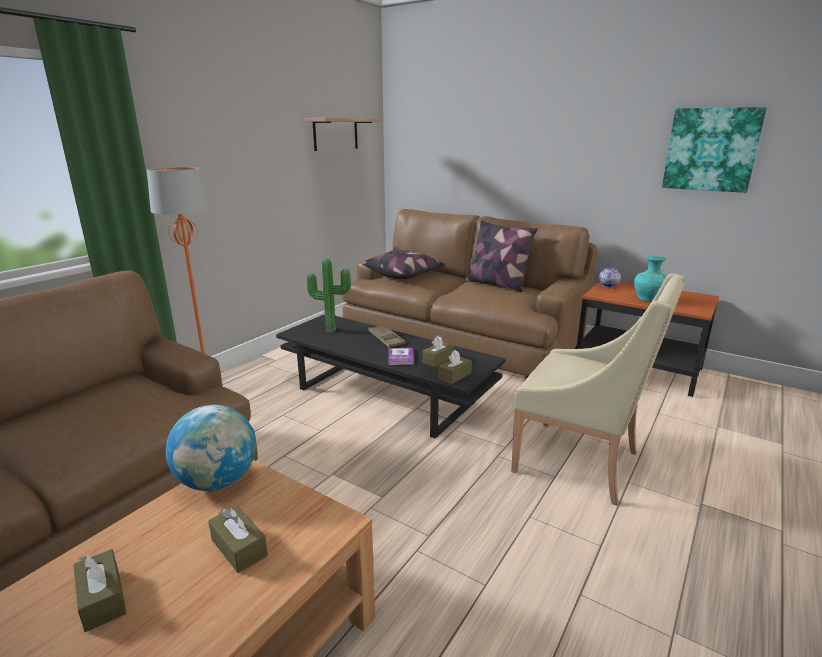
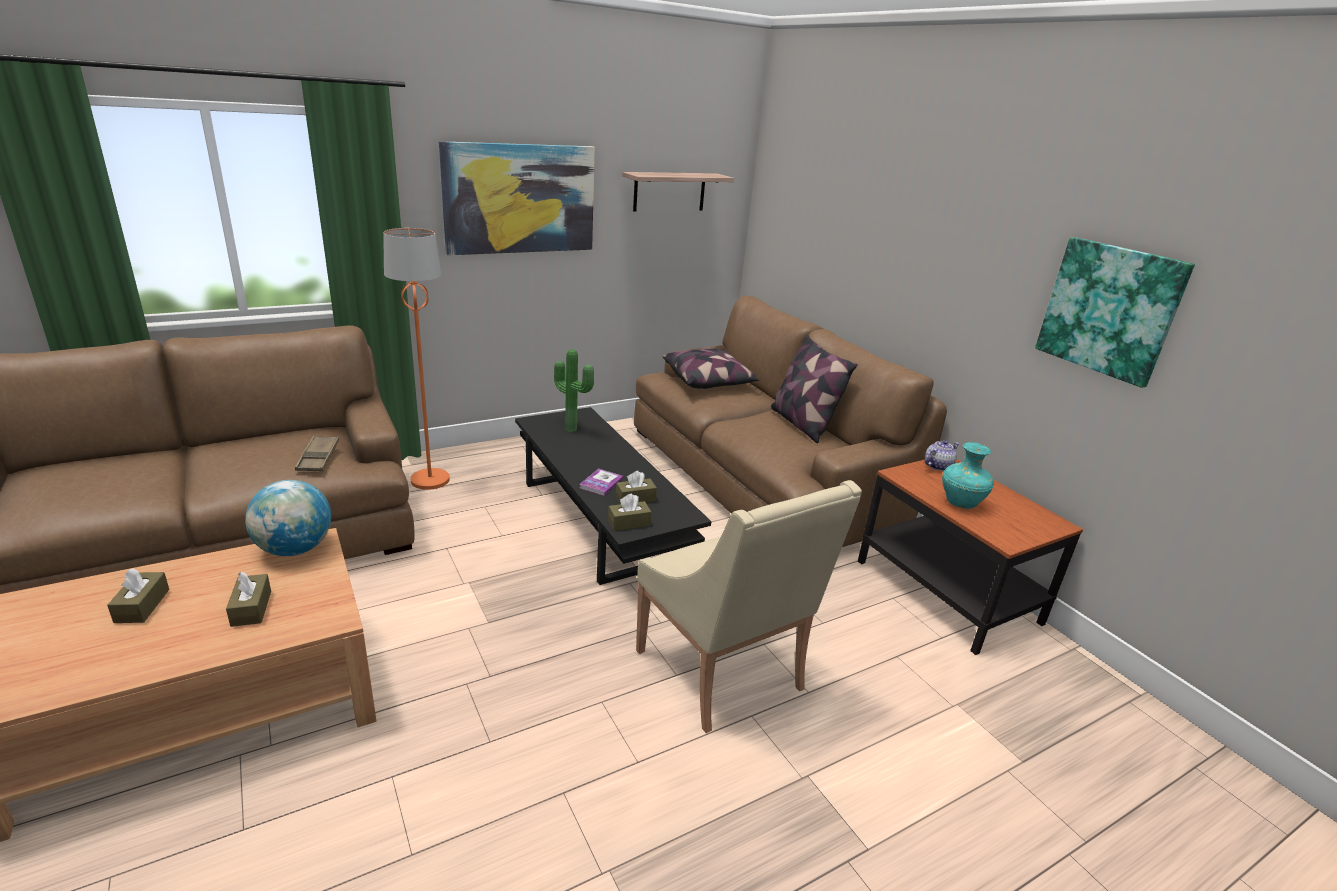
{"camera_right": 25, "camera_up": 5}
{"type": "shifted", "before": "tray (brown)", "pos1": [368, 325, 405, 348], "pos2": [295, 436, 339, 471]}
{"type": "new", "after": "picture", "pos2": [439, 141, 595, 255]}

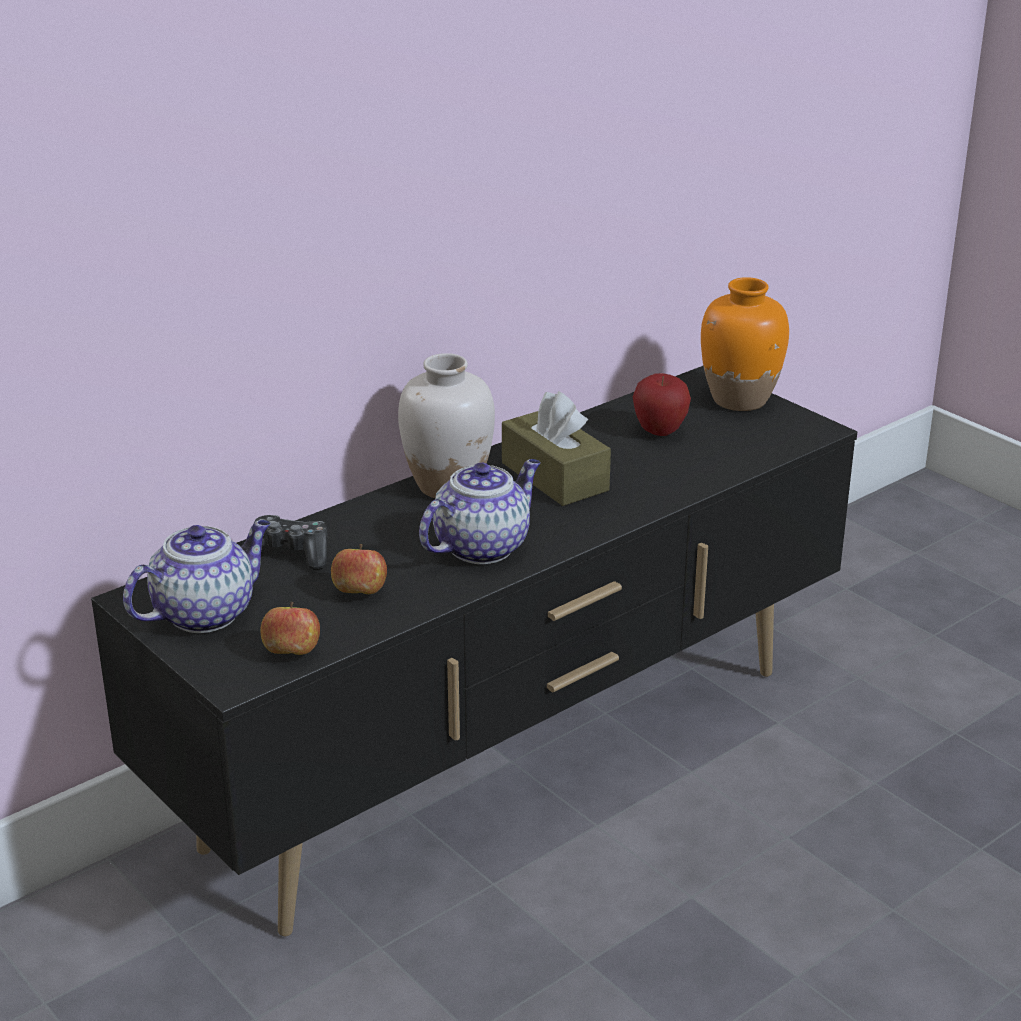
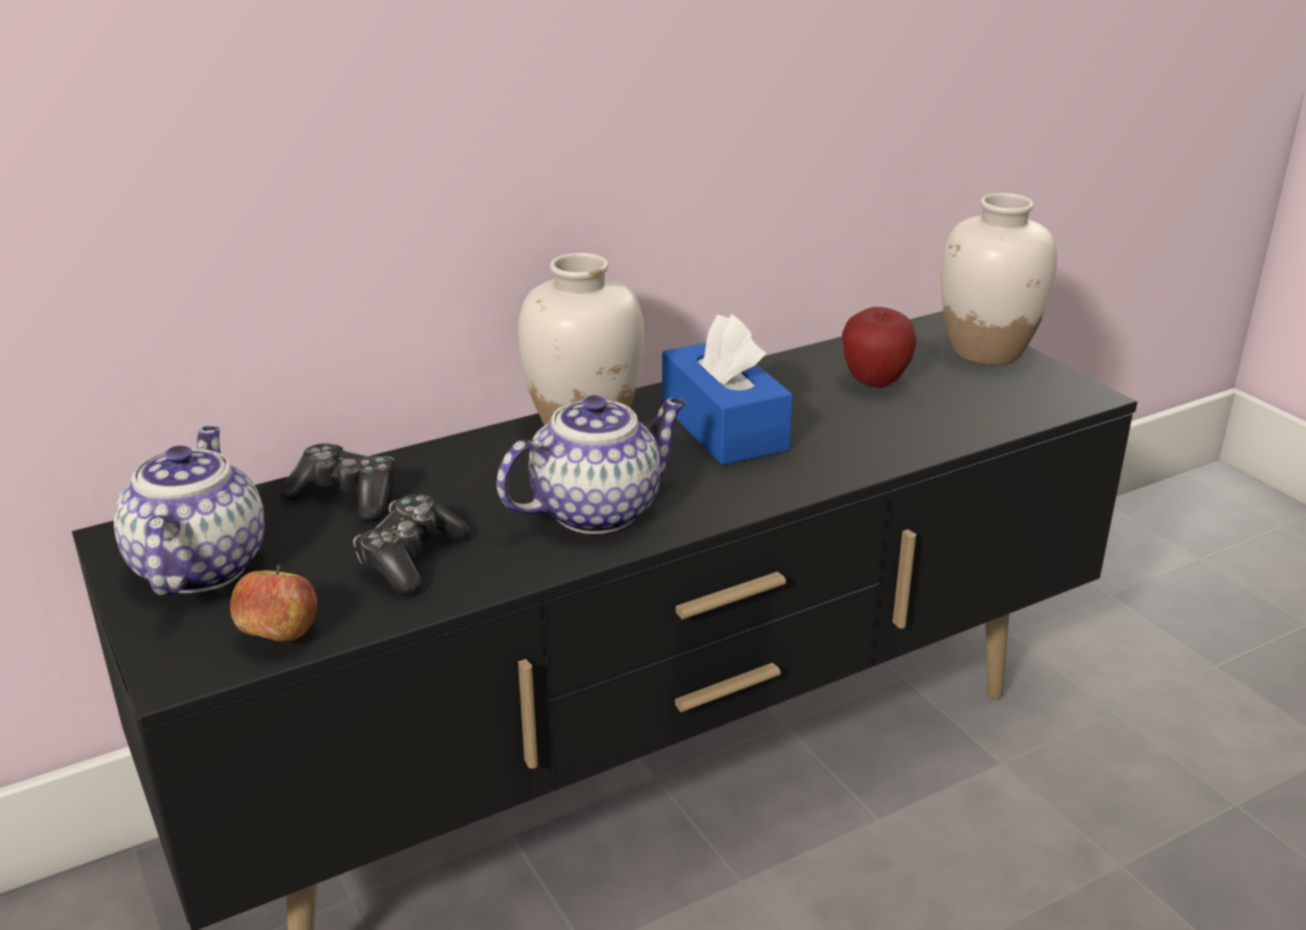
{"camera_right": 10, "camera_up": 0}
{"type": "rotated", "before": "teapot", "pos1": [123, 520, 271, 633], "pos2": [114, 426, 264, 597], "turn": -60}
{"type": "swapped", "before": "apple", "after": "game controller", "pos1": [331, 544, 387, 594], "pos2": [353, 494, 470, 595]}
{"type": "repainted", "before": "tissue box (brown)", "after": "tissue box (blue)", "pos1": [502, 391, 611, 506], "pos2": [662, 314, 793, 465]}
{"type": "repainted", "before": "vase (orange)", "after": "vase (white)", "pos1": [701, 277, 789, 411], "pos2": [941, 193, 1057, 365]}

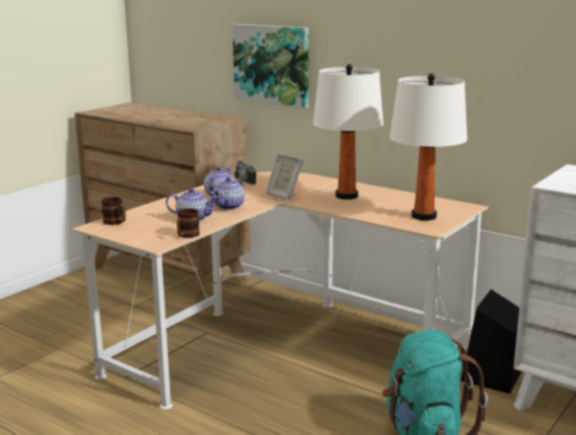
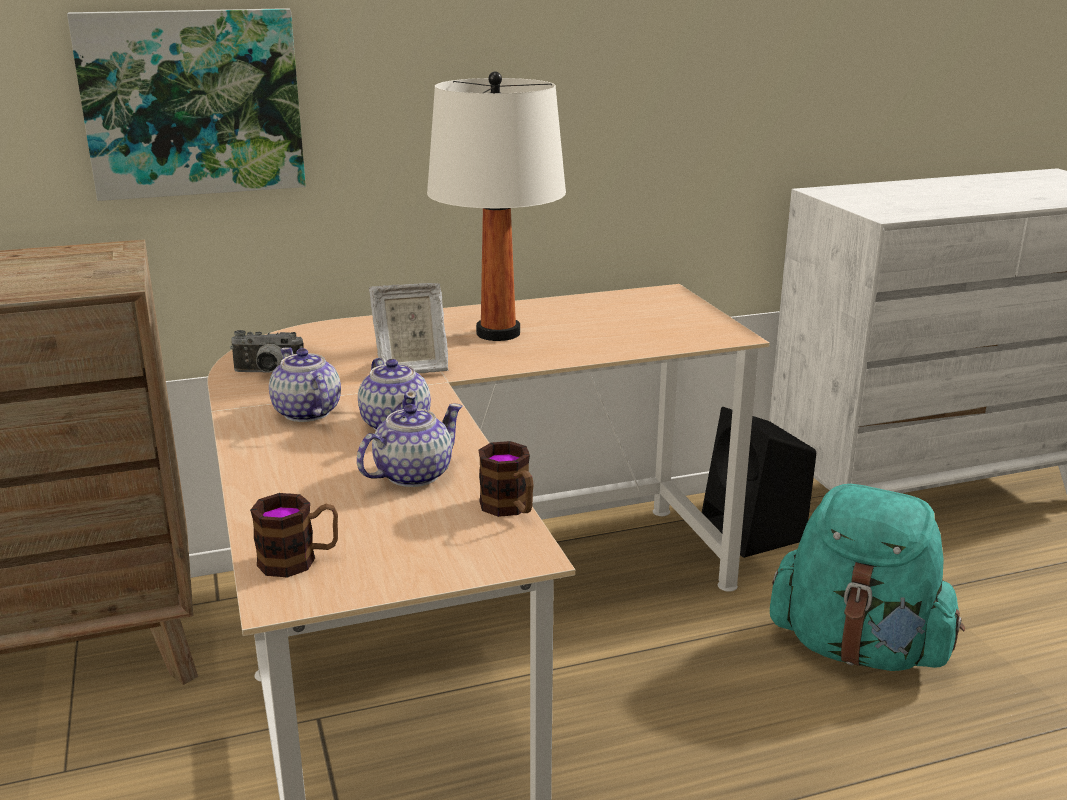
{"camera_right": -55, "camera_up": 5}
{"type": "gone", "before": "table lamp (white)", "pos1": [389, 73, 467, 220]}

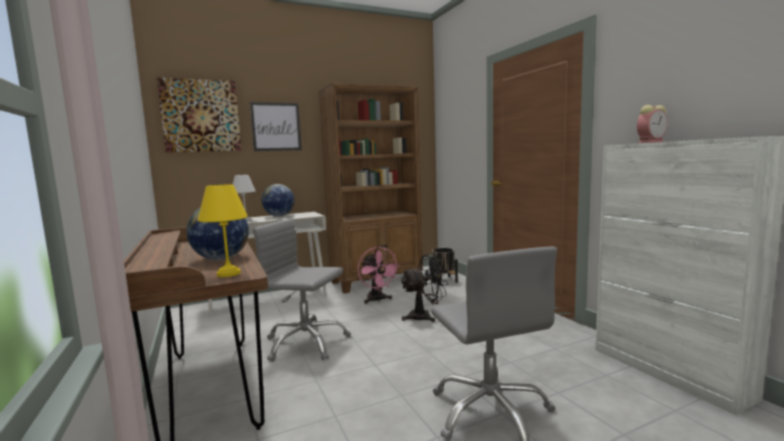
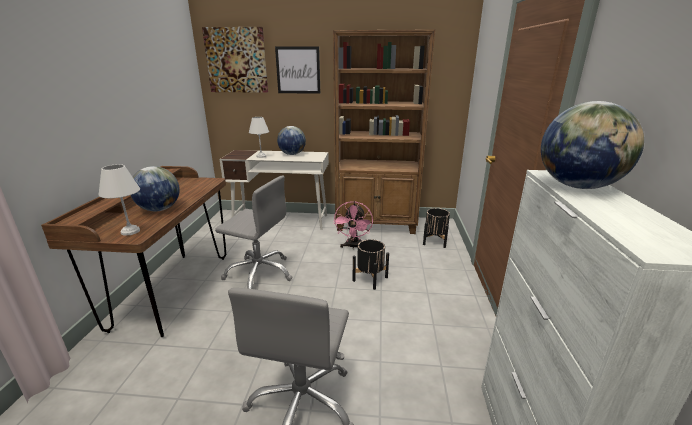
{"camera_right": 30, "camera_up": 15}
{"type": "repainted", "before": "table lamp (yellow)", "after": "table lamp (white)", "pos1": [198, 184, 248, 277], "pos2": [99, 164, 140, 236]}
{"type": "rotated", "before": "office chair (grey)", "pos1": [253, 219, 351, 362], "pos2": [215, 175, 292, 289], "turn": 150}
{"type": "swapped", "before": "fan (black)", "after": "planter (black)", "pos1": [401, 254, 448, 322], "pos2": [353, 239, 389, 290]}
{"type": "swapped", "before": "alarm clock", "after": "globe", "pos1": [637, 105, 668, 143], "pos2": [541, 101, 644, 189]}

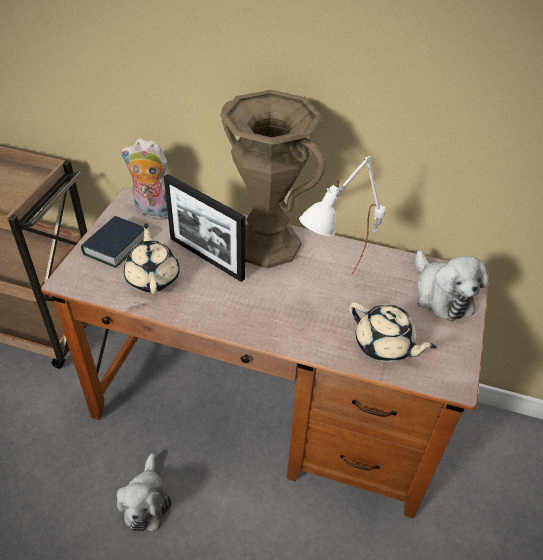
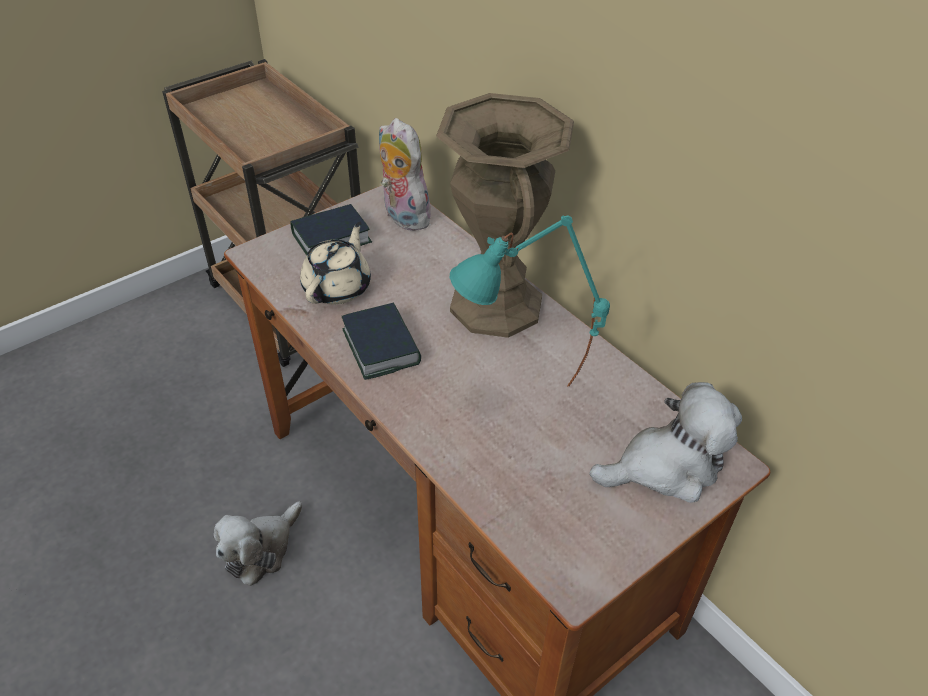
{"camera_right": 35, "camera_up": 0}
{"type": "gone", "before": "picture frame", "pos1": [164, 174, 245, 282]}
{"type": "repainted", "before": "table lamp (white)", "after": "table lamp (turquoise)", "pos1": [299, 156, 386, 275], "pos2": [450, 215, 610, 387]}
{"type": "gone", "before": "teapot (beige)", "pos1": [349, 302, 437, 362]}
{"type": "rotated", "before": "plush toy", "pos1": [415, 250, 489, 321], "pos2": [589, 382, 742, 503], "turn": -120}
{"type": "new", "after": "book", "pos2": [342, 303, 421, 380]}

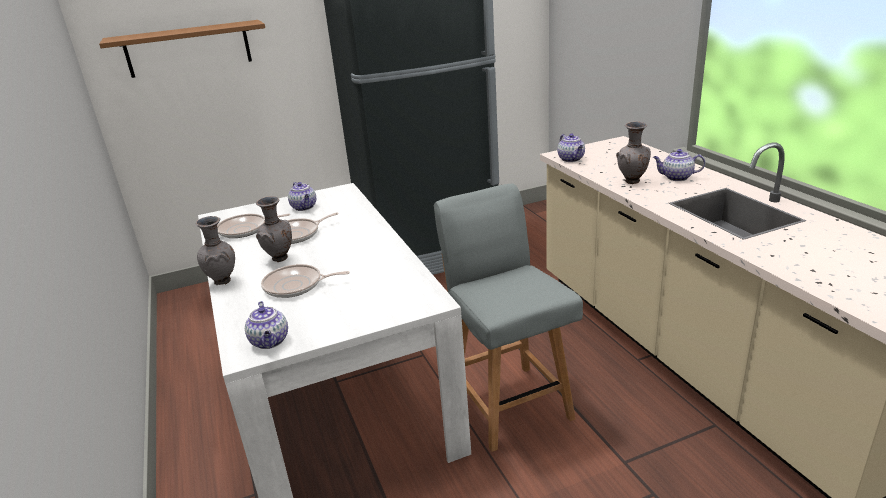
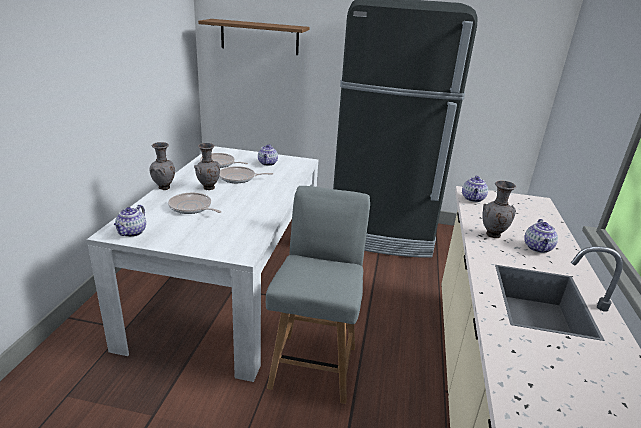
{"camera_right": 30, "camera_up": 0}
{"type": "rotated", "before": "teapot", "pos1": [653, 149, 705, 181], "pos2": [524, 219, 558, 253], "turn": -120}

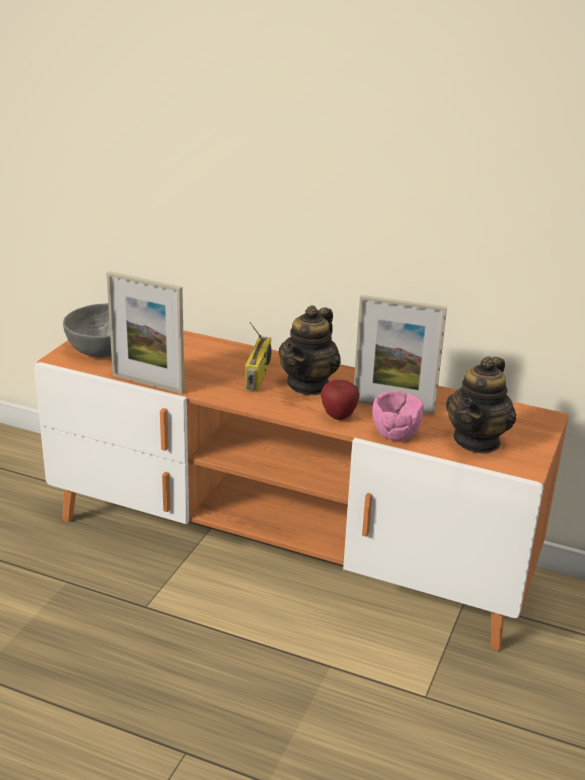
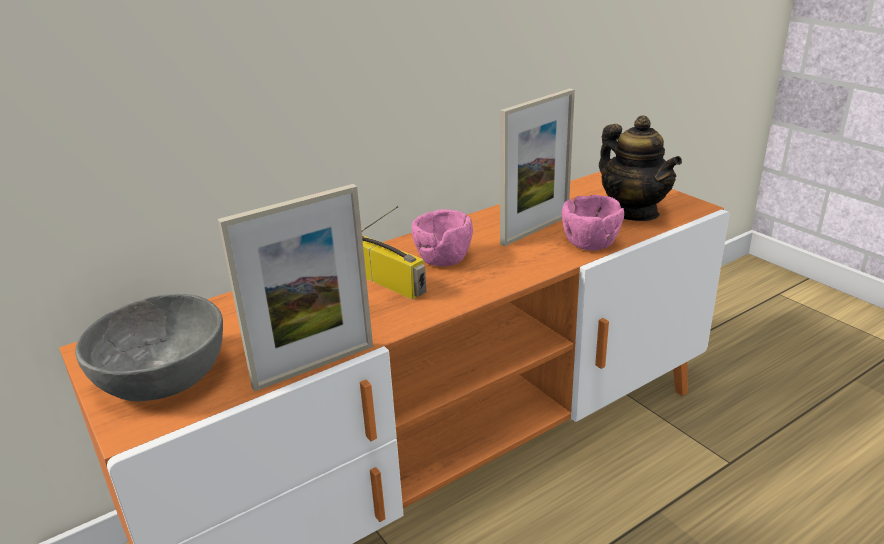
{"camera_right": -55, "camera_up": 0}
{"type": "swapped", "before": "teapot", "after": "bowl (pink)", "pos1": [279, 305, 341, 395], "pos2": [412, 209, 473, 266]}
{"type": "gone", "before": "apple", "pos1": [321, 380, 359, 420]}

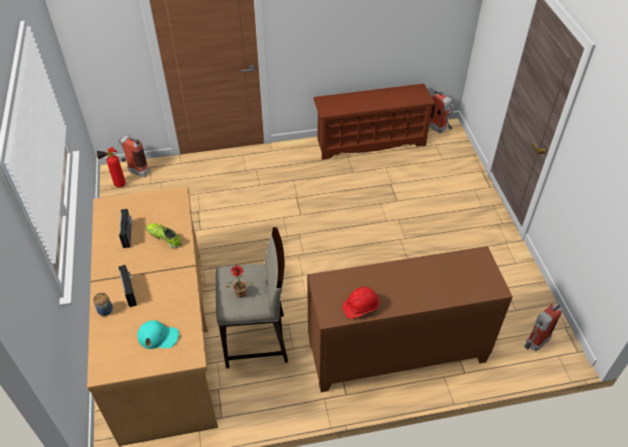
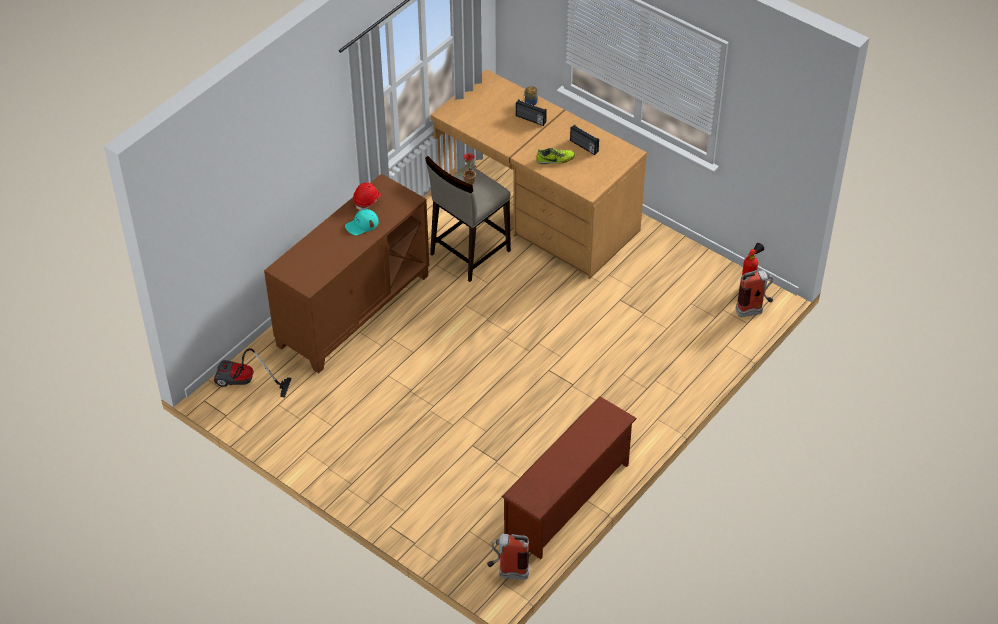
{"camera_right": 140, "camera_up": 0}
{"type": "shifted", "before": "cap (turquoise)", "pos1": [137, 320, 179, 349], "pos2": [345, 209, 379, 235]}
{"type": "swapped", "before": "fire extinguisher", "after": "vacuum cleaner", "pos1": [524, 303, 562, 351], "pos2": [214, 348, 292, 398]}

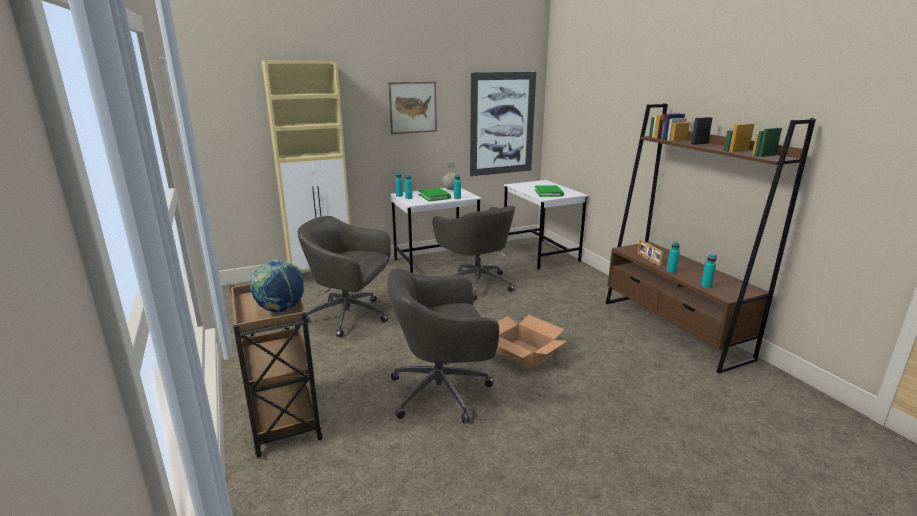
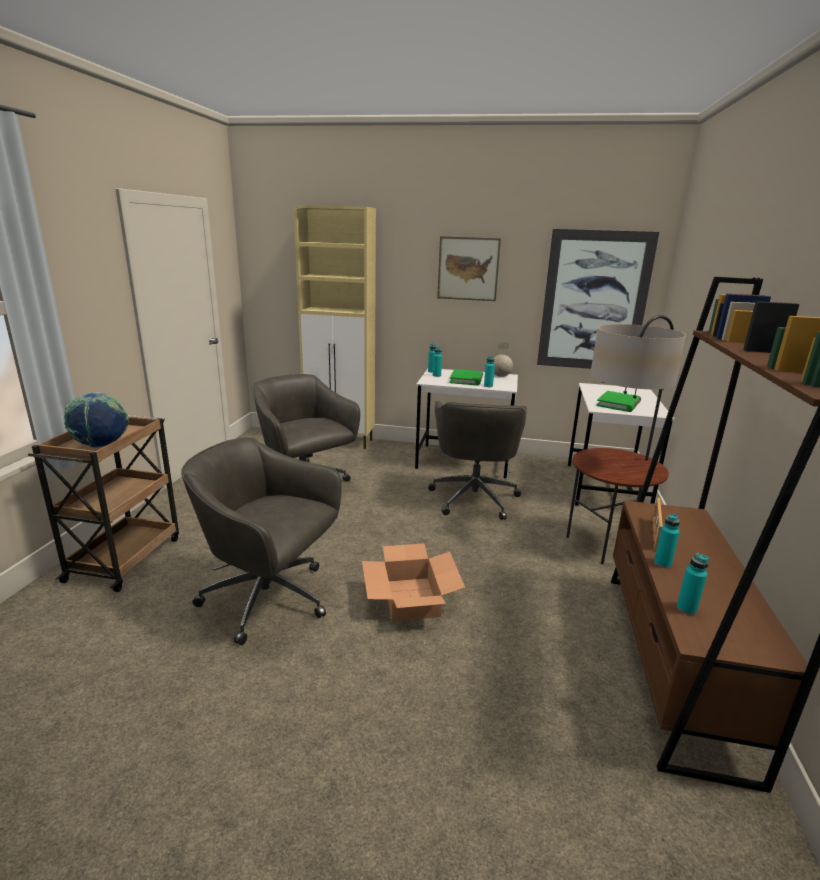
{"camera_right": 35, "camera_up": 0}
{"type": "new", "after": "floor lamp", "pos2": [566, 315, 686, 564]}

